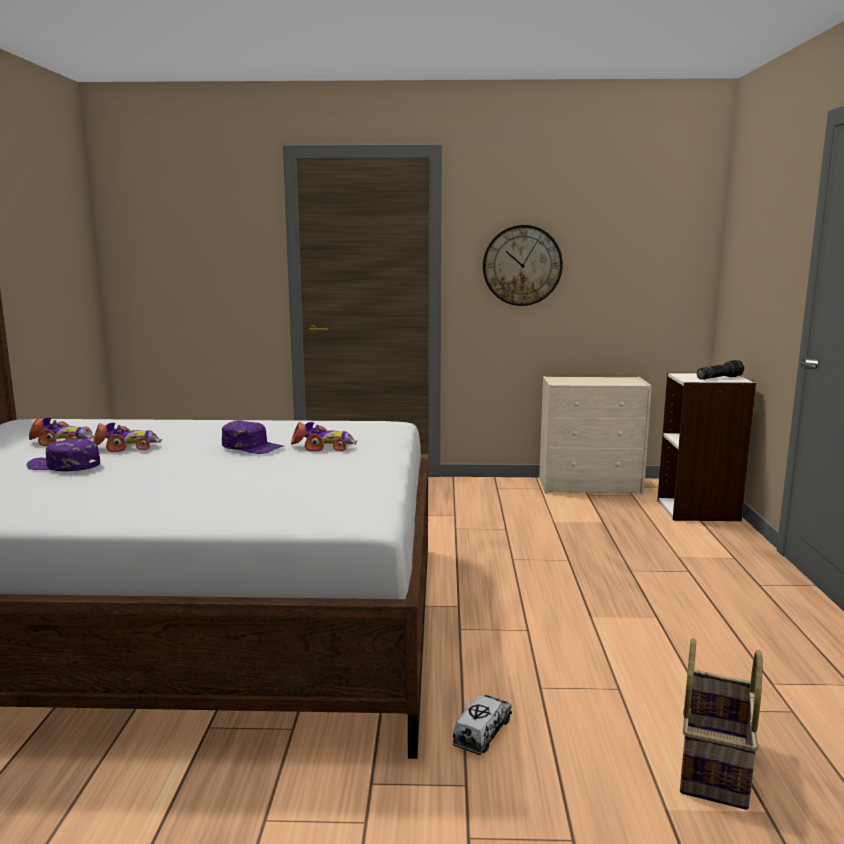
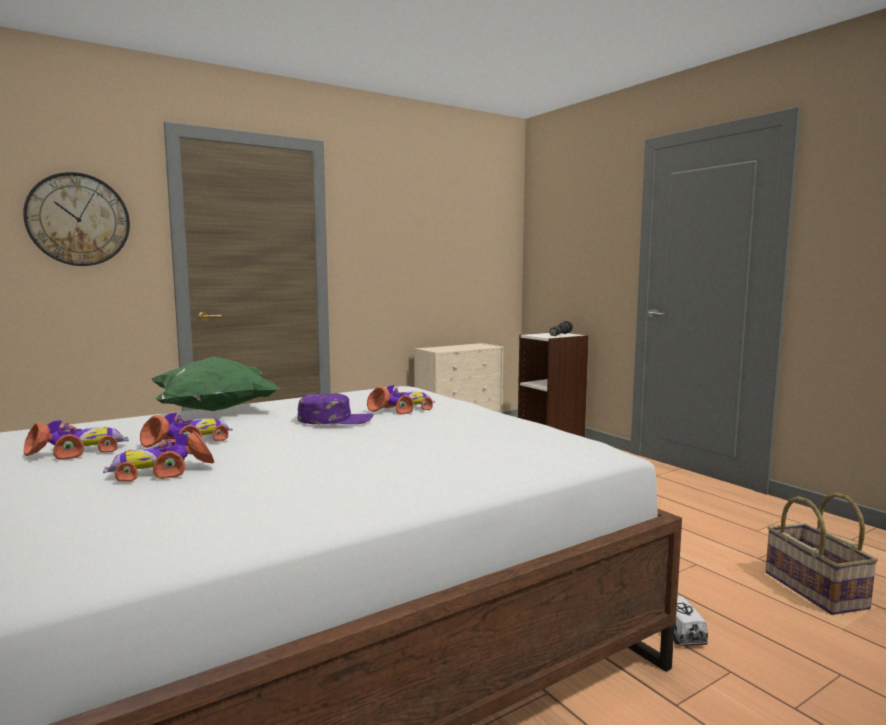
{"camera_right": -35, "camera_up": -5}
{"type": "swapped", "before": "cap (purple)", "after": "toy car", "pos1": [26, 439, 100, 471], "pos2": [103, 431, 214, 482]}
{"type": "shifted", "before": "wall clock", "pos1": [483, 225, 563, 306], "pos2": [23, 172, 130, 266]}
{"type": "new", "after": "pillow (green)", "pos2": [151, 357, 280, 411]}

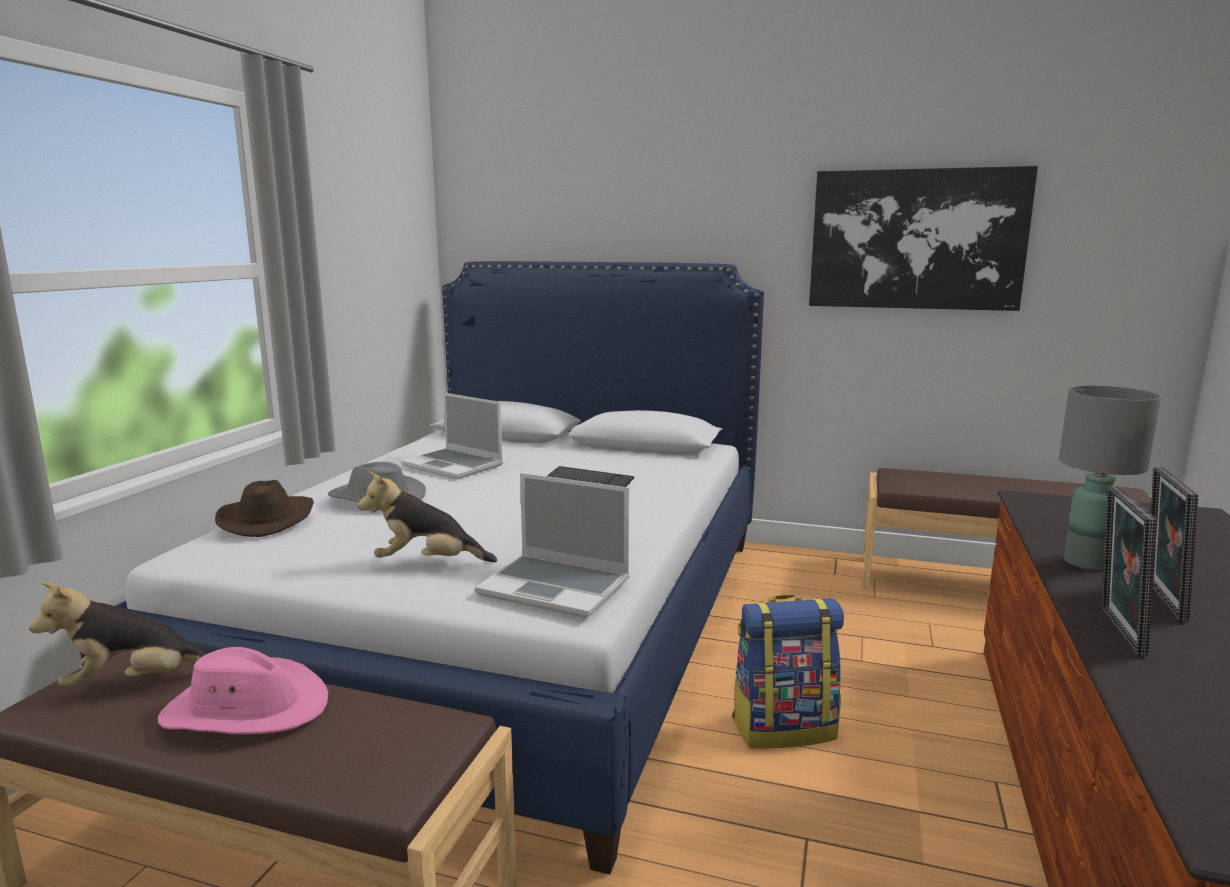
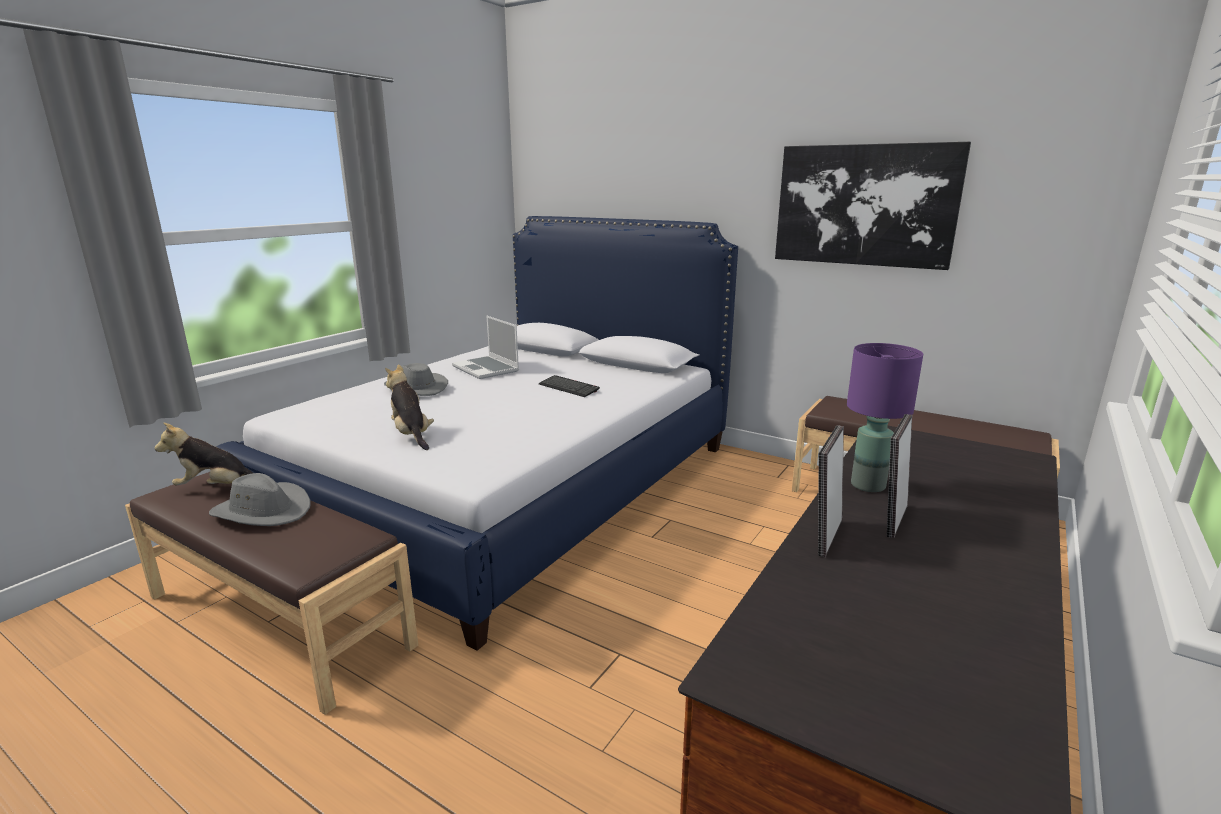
{"camera_right": 15, "camera_up": 5}
{"type": "repainted", "before": "hat (pink)", "after": "hat (grey)", "pos1": [158, 647, 328, 734], "pos2": [209, 473, 311, 526]}
{"type": "gone", "before": "hat (brown)", "pos1": [215, 480, 314, 537]}
{"type": "rotated", "before": "plush toy", "pos1": [358, 471, 497, 562], "pos2": [385, 364, 434, 450], "turn": 45}
{"type": "gone", "before": "laptop", "pos1": [475, 473, 630, 618]}
{"type": "gone", "before": "backpack", "pos1": [732, 594, 844, 749]}
{"type": "repainted", "before": "table lamp (grey)", "after": "table lamp (purple)", "pos1": [1059, 385, 1161, 570], "pos2": [847, 343, 923, 492]}

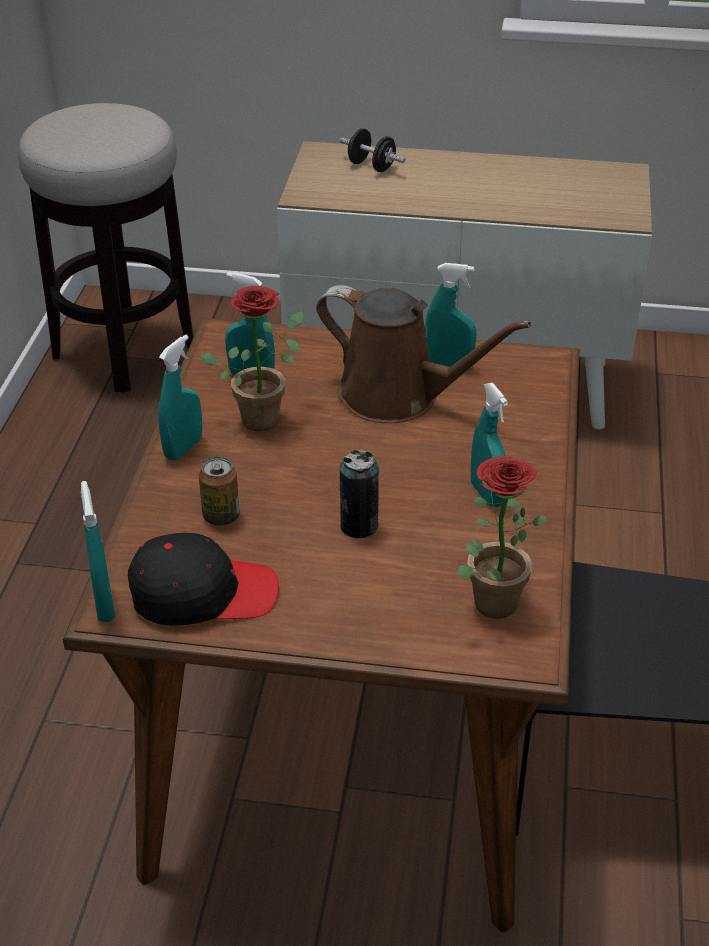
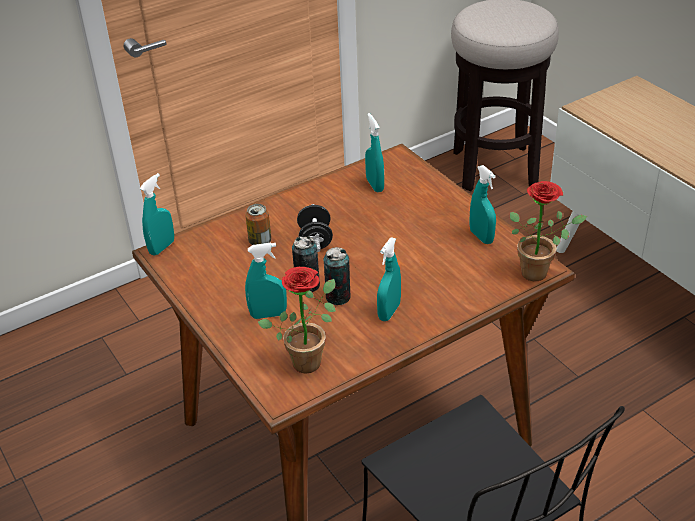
{"camera_right": 50, "camera_up": 0}
{"type": "gone", "before": "cap (black)", "pos1": [128, 533, 279, 626]}
{"type": "shifted", "before": "spray bottle (turquoise)", "pos1": [158, 334, 202, 460], "pos2": [245, 243, 287, 319]}
{"type": "shifted", "before": "potted plant", "pos1": [200, 286, 304, 431], "pos2": [510, 181, 587, 281]}
{"type": "gone", "before": "watering can (brown)", "pos1": [316, 285, 531, 423]}
{"type": "shifted", "before": "dumbbell (black)", "pos1": [340, 129, 405, 172], "pos2": [297, 204, 333, 252]}
{"type": "new", "after": "can", "pos2": [323, 247, 351, 305]}

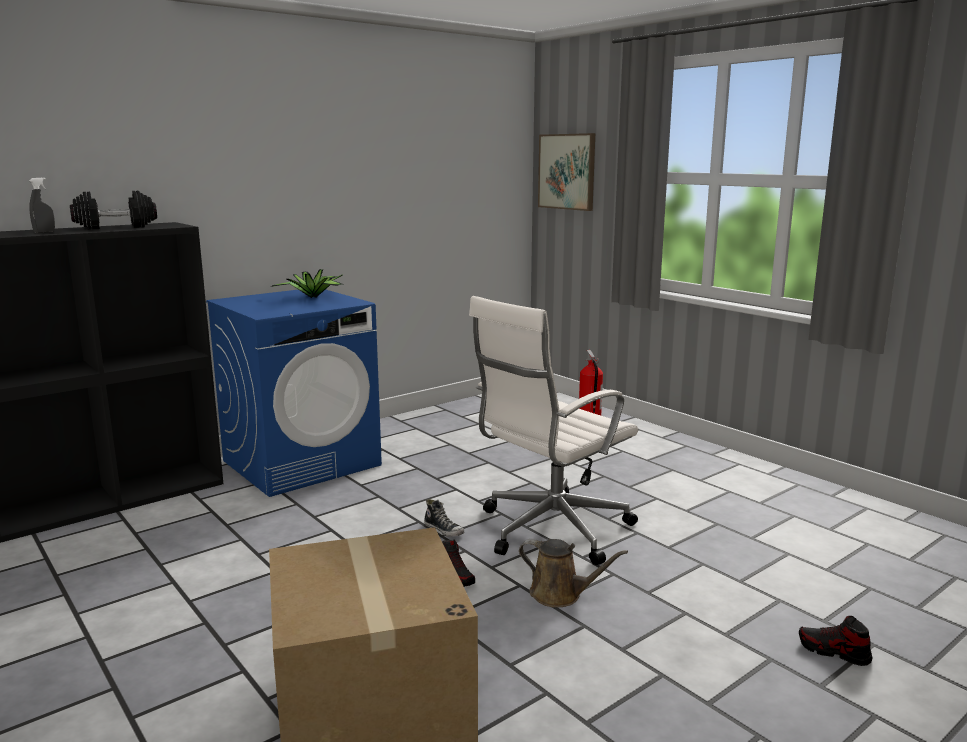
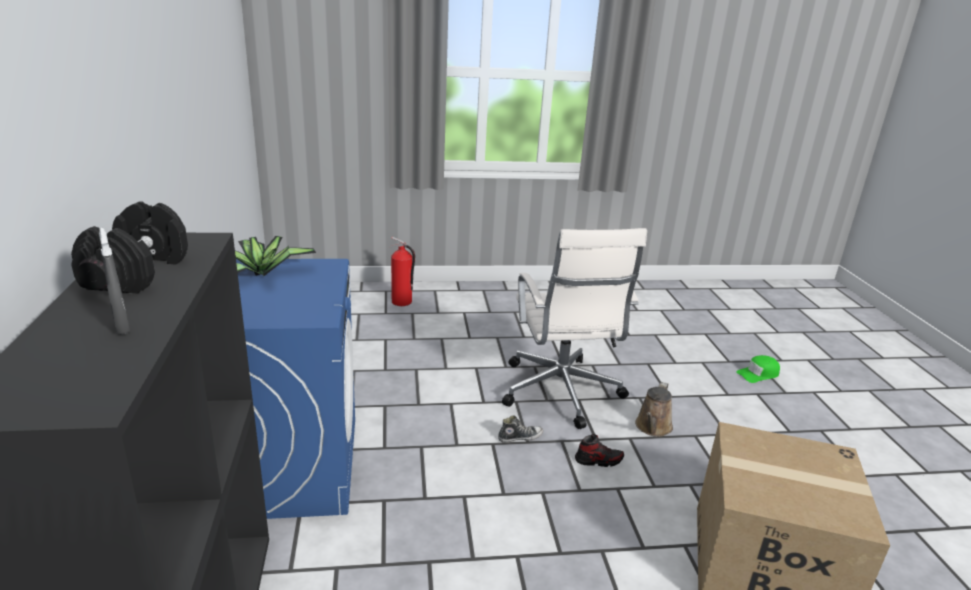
{"camera_right": -60, "camera_up": 10}
{"type": "rotated", "before": "watering can (brown)", "pos1": [519, 539, 628, 607], "pos2": [635, 382, 673, 437], "turn": 150}
{"type": "gone", "before": "picture", "pos1": [538, 133, 595, 211]}
{"type": "swapped", "before": "shoe", "after": "cap (green)", "pos1": [799, 616, 872, 666], "pos2": [736, 355, 780, 383]}

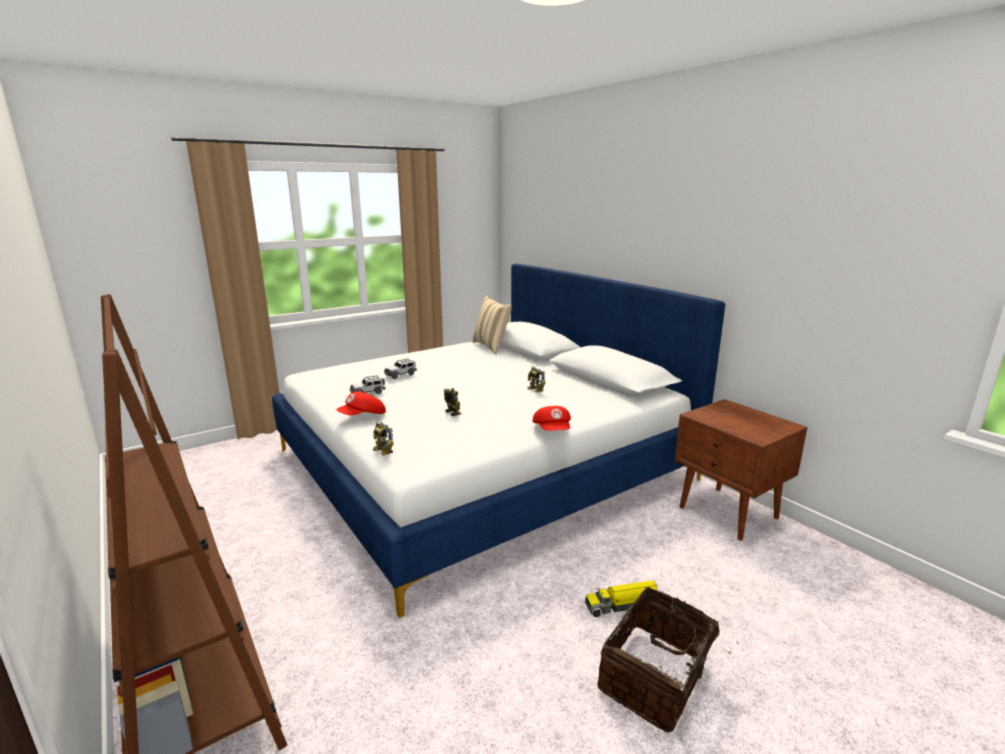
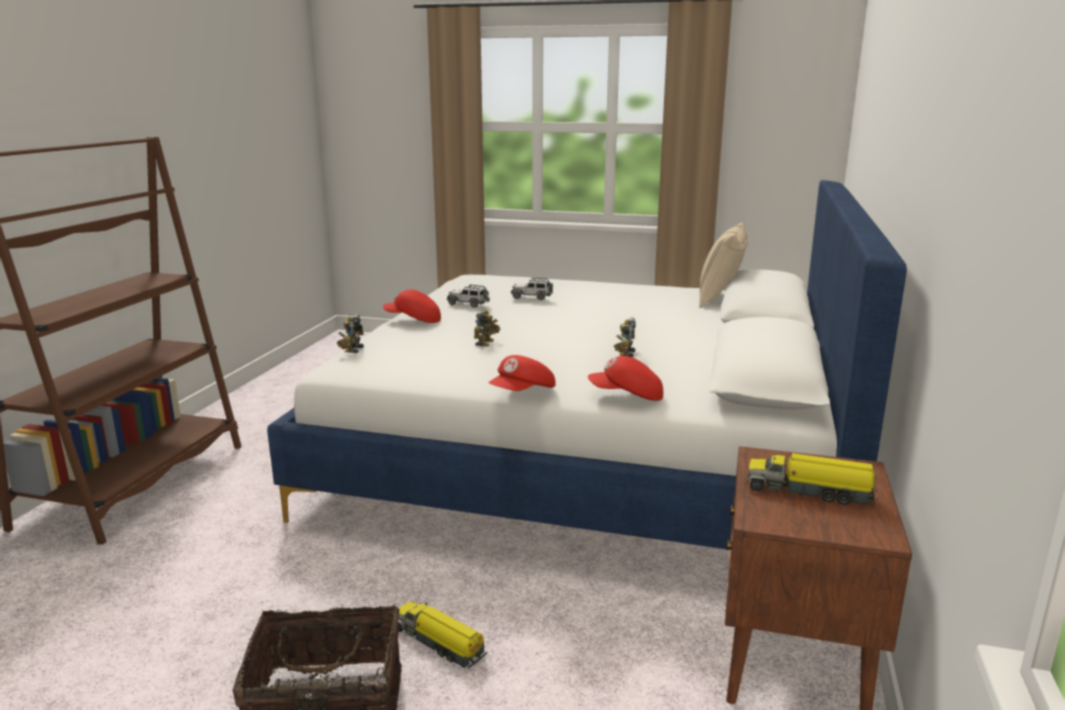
{"camera_right": 50, "camera_up": 0}
{"type": "new", "after": "cap (red)", "pos2": [588, 356, 663, 401]}
{"type": "new", "after": "toy truck", "pos2": [747, 453, 878, 505]}

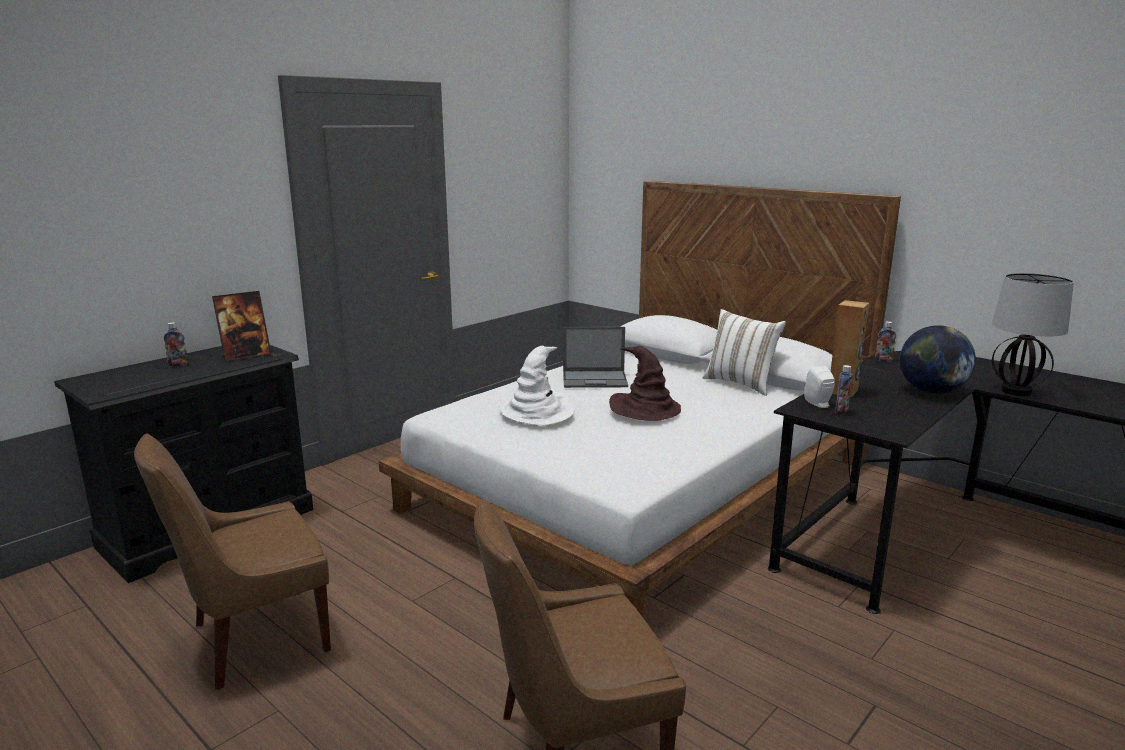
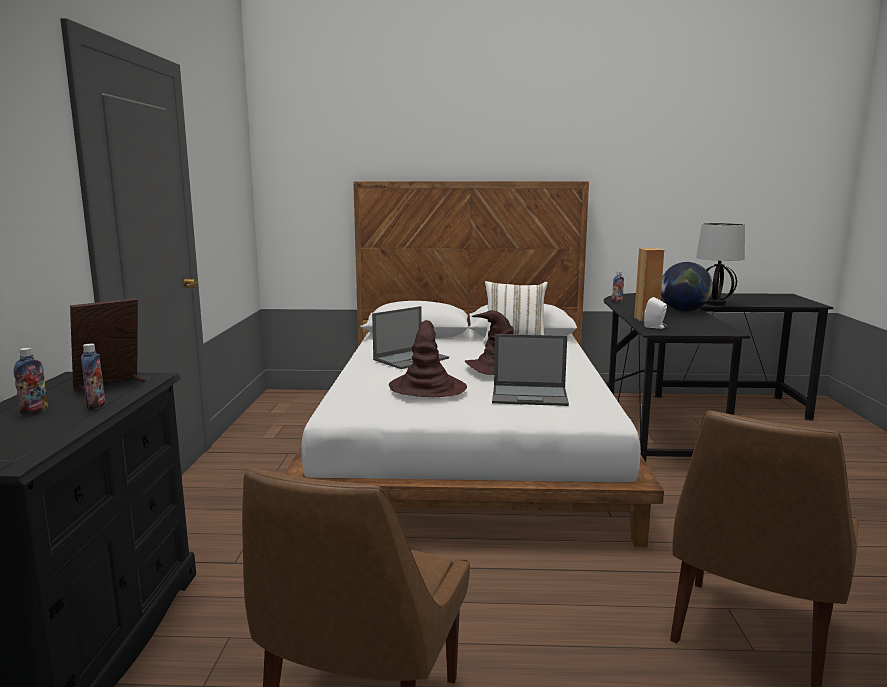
{"camera_right": -40, "camera_up": -5}
{"type": "rotated", "before": "picture frame", "pos1": [212, 291, 271, 361], "pos2": [70, 298, 145, 392], "turn": -150}
{"type": "repainted", "before": "hat (white)", "after": "hat (brown)", "pos1": [499, 346, 574, 425], "pos2": [389, 320, 467, 397]}
{"type": "shifted", "before": "bottle", "pos1": [835, 365, 853, 415], "pos2": [81, 344, 106, 410]}
{"type": "new", "after": "laptop", "pos2": [492, 334, 569, 406]}

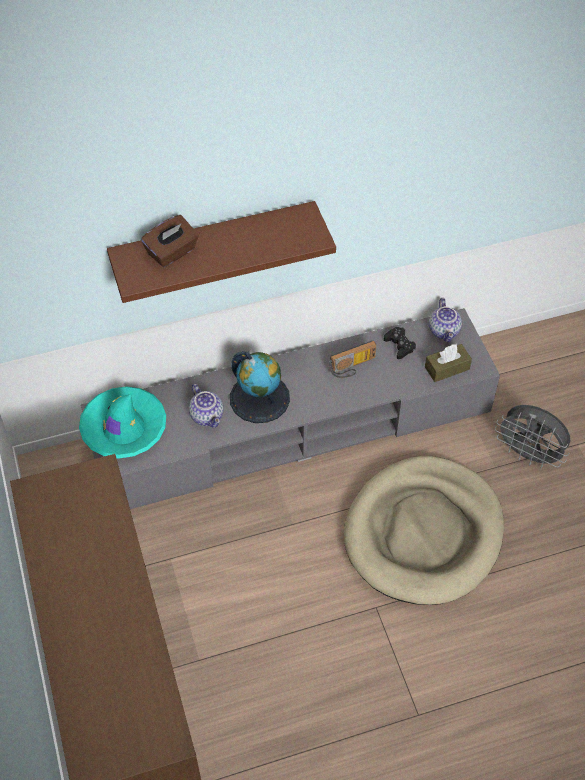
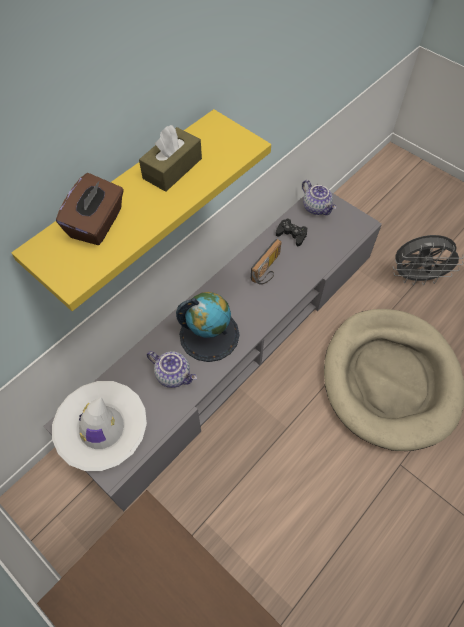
{"camera_right": -30, "camera_up": 5}
{"type": "repainted", "before": "hat (turquoise)", "after": "hat (white)", "pos1": [79, 386, 166, 458], "pos2": [52, 381, 147, 471]}
{"type": "repainted", "before": "shelf (brown)", "after": "shelf (yellow)", "pos1": [107, 201, 336, 303], "pos2": [11, 109, 271, 311]}
{"type": "shifted", "before": "tissue box (brown)", "pos1": [425, 344, 472, 382], "pos2": [139, 125, 202, 192]}

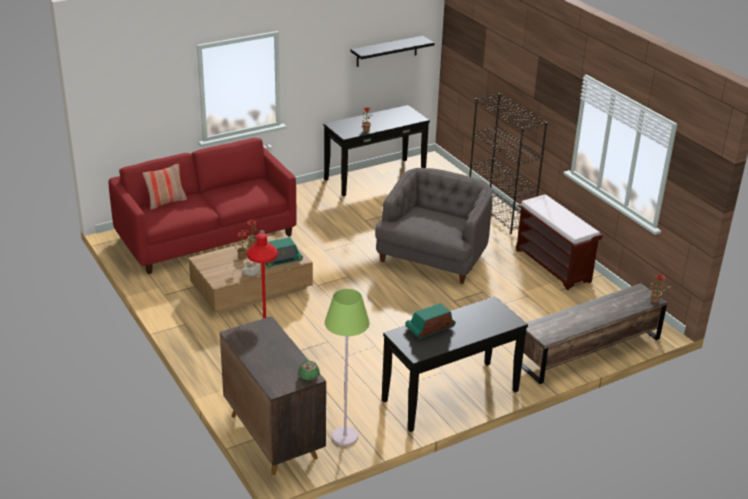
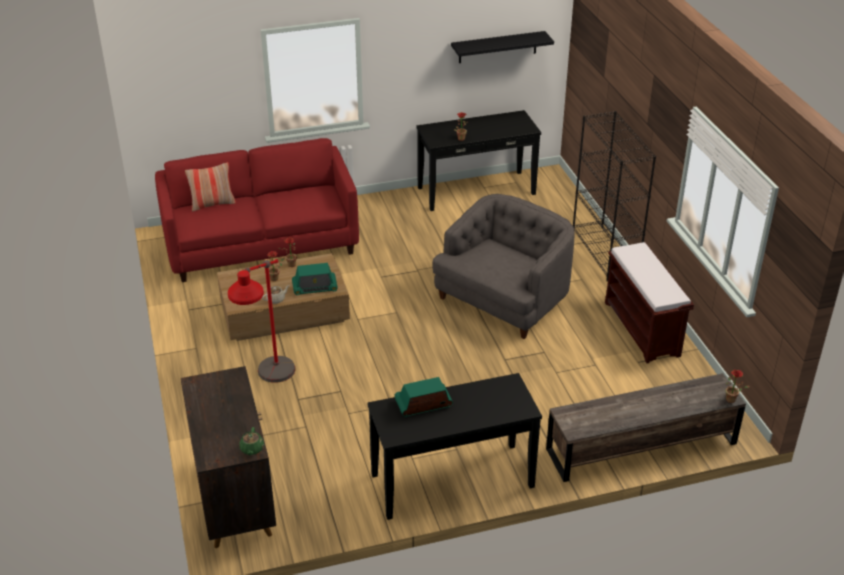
{"camera_right": 15, "camera_up": 5}
{"type": "gone", "before": "floor lamp (green)", "pos1": [325, 289, 370, 446]}

